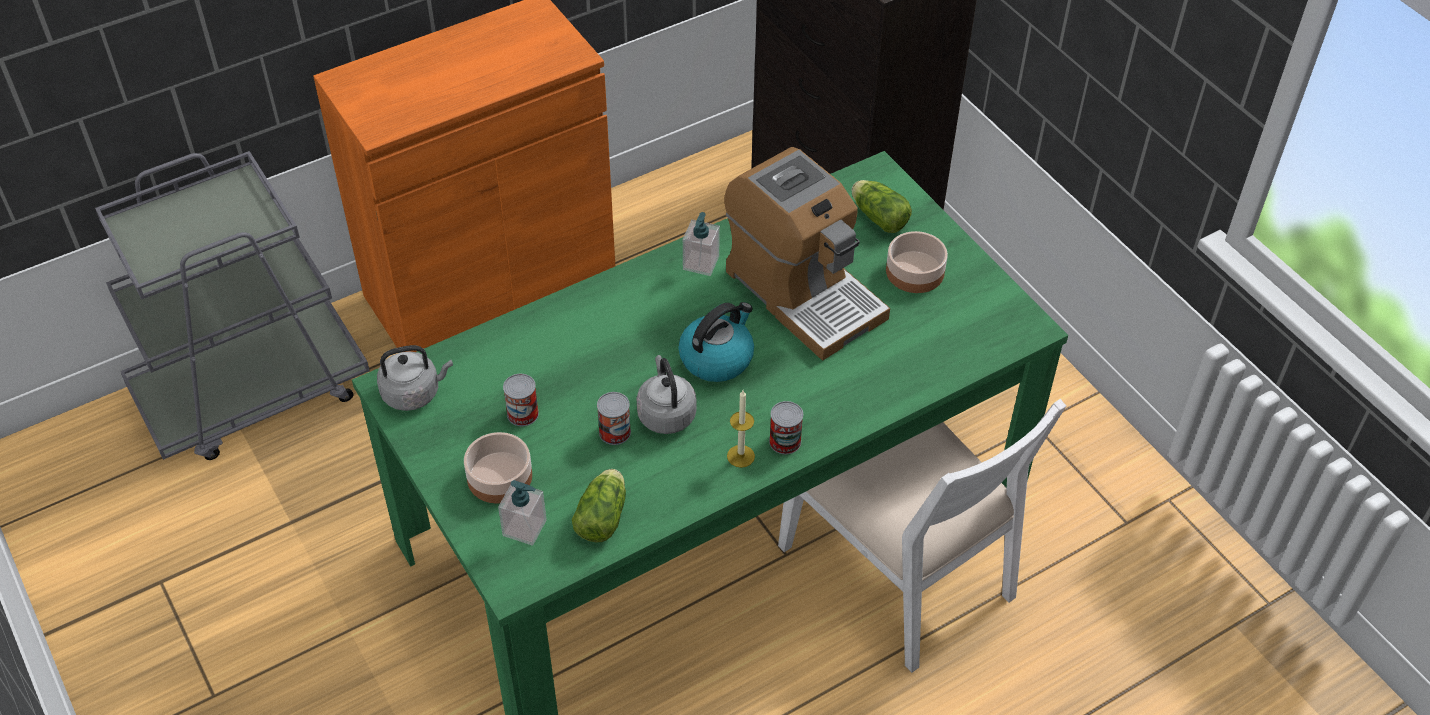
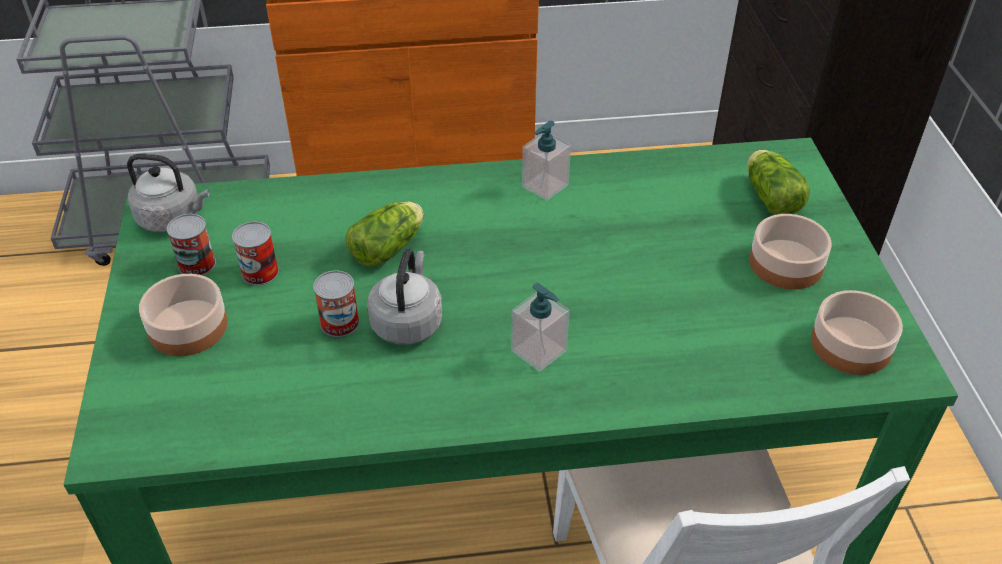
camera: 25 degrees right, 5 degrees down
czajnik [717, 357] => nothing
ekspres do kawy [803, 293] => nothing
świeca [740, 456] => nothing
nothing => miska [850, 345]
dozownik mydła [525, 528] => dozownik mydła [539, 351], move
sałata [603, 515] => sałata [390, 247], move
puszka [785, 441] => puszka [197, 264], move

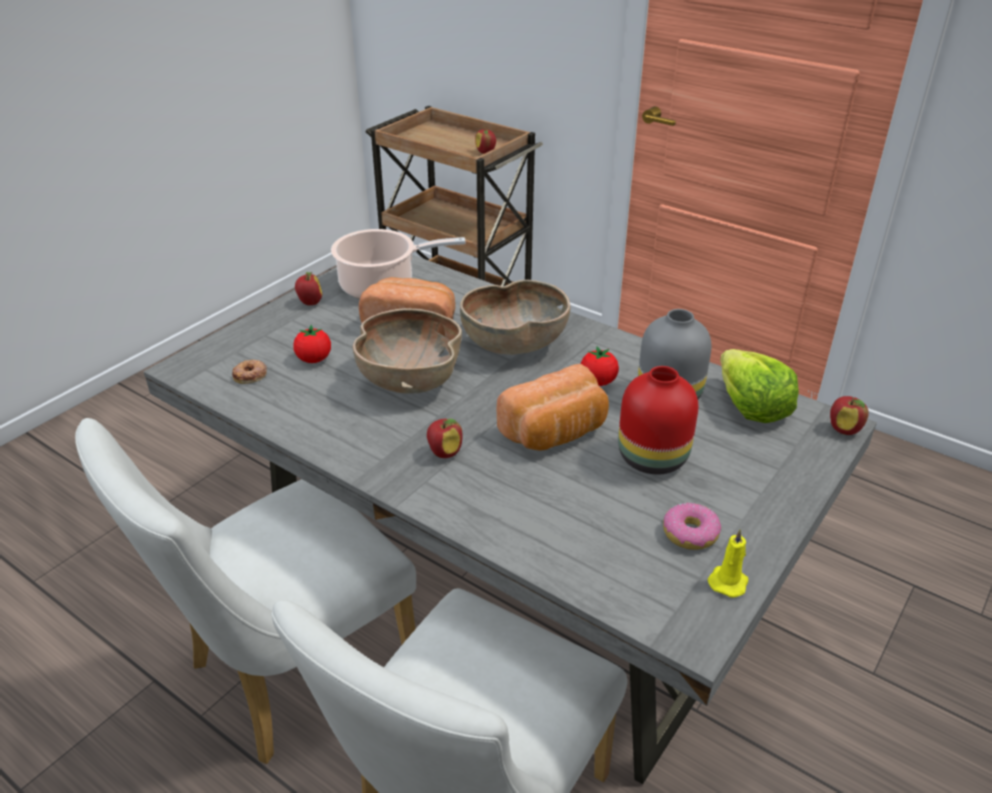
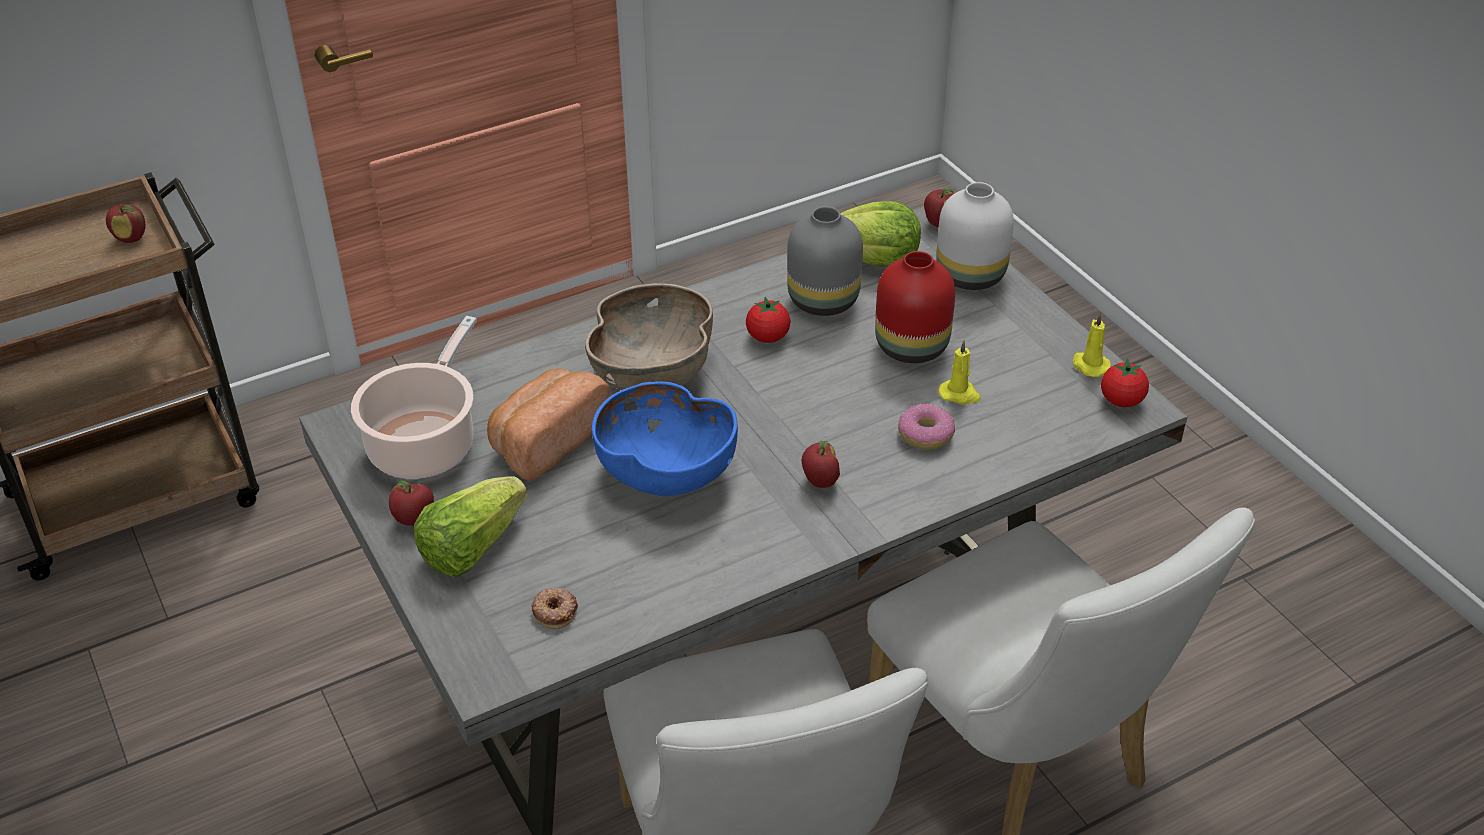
camera: 65 degrees left, 5 degrees up
chleb [556, 433] => nothing
nothing => sałata [472, 547]
nothing => wazon [biały] [969, 275]
nothing => świeca [żółty] [960, 394]
pomidor [314, 359] => pomidor [1121, 401], move
donut [690, 534] => donut [926, 435], move
miska [brązowy] [409, 379] => miska [niebieski] [665, 473]

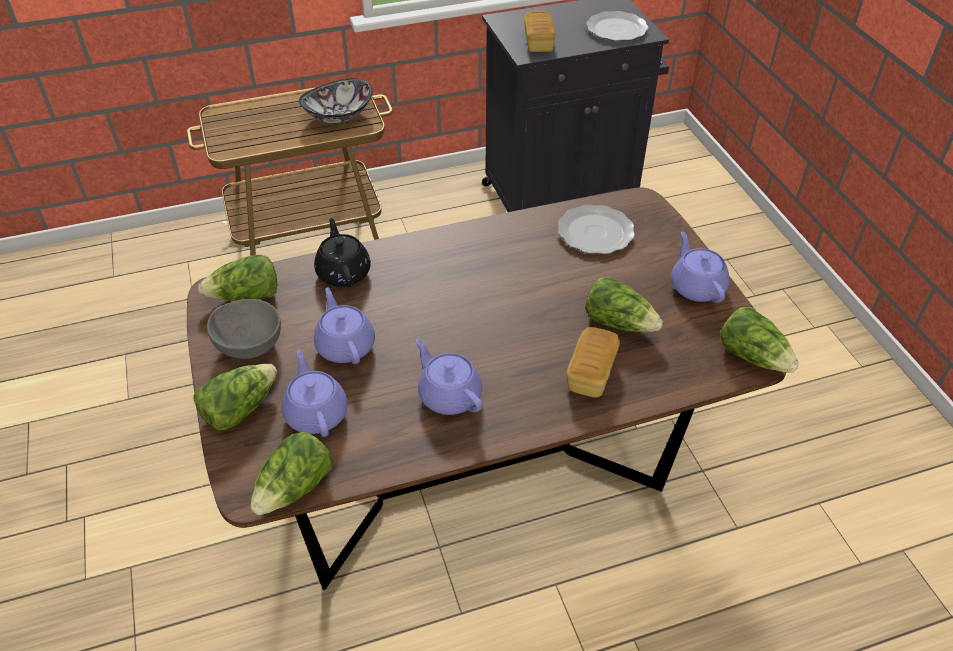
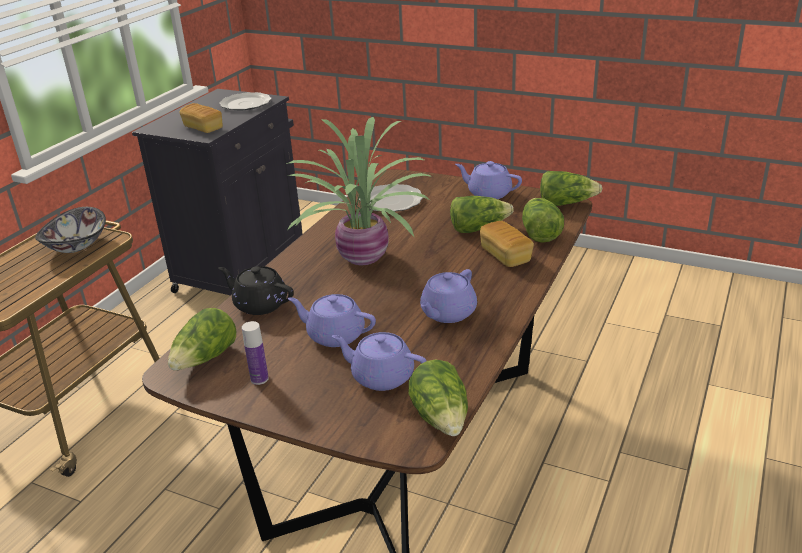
camera: 45 degrees left, 15 degrees down
nothing => roślina doniczkowa [363, 259]
sałata [239, 409] => sałata [539, 233], move
miska [szary] [249, 344] => butelka [259, 379]
imbryk [fioletowy] [449, 395] => imbryk [fioletowy] [447, 313], 60 degrees counterclockwise

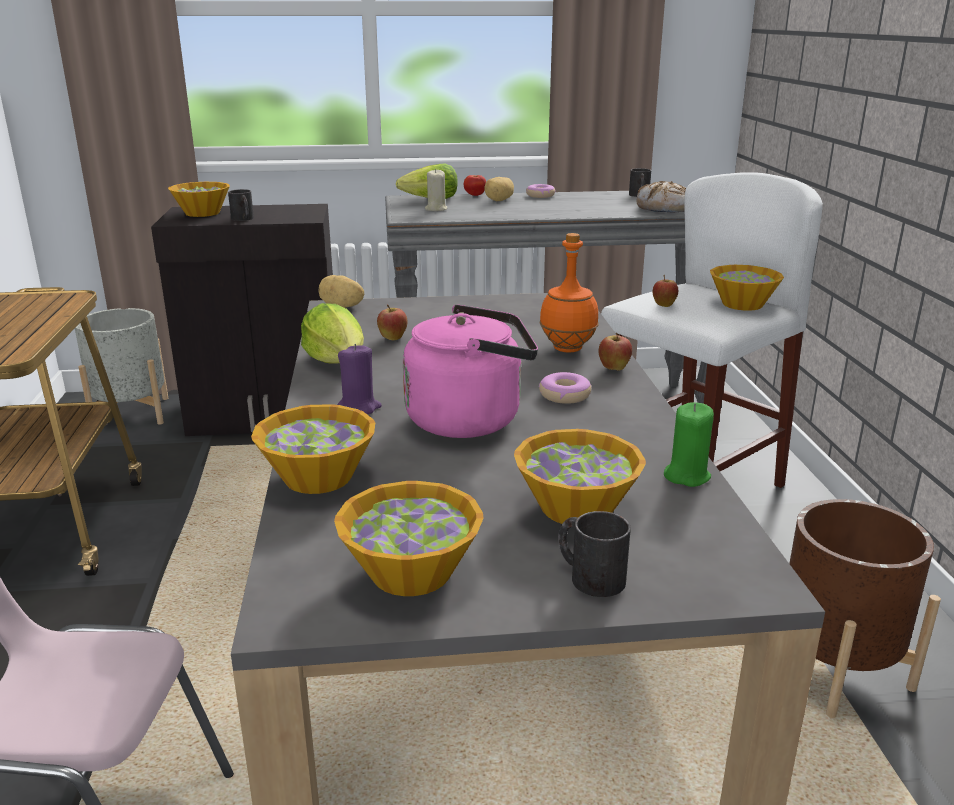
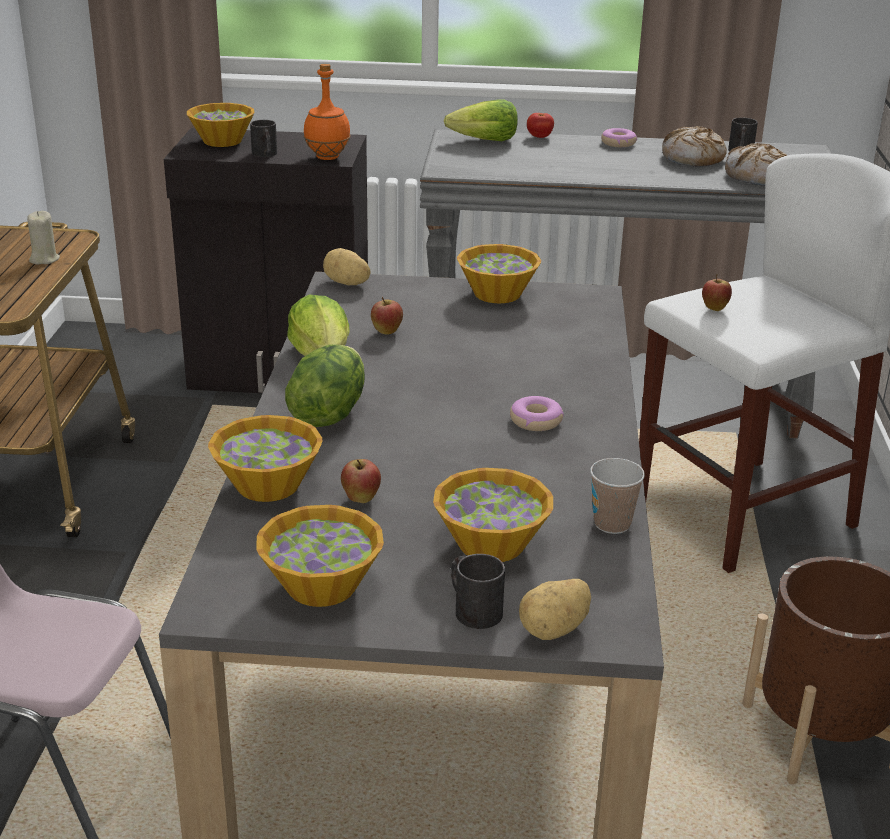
camera: 10 degrees right, 5 degrees up
donica [szary] [131, 413] => nothing
czajnik [różowy] [471, 419] => nothing
nothing => chleb [692, 158]
świeca [beżowy] [436, 209] => świeca [beżowy] [44, 259], move
ziemniak [500, 200] => ziemniak [555, 630], move
butelka [pomarańczowy] [567, 348] => butelka [pomarańczowy] [327, 157], move
jabłko [614, 369] => jabłko [361, 500], move
miska [742, 304] => miska [497, 293], move
świeca [fioletowy] [359, 407] => sałata [327, 413]
świeca [zielony] [686, 475] => filiżanka [612, 524]

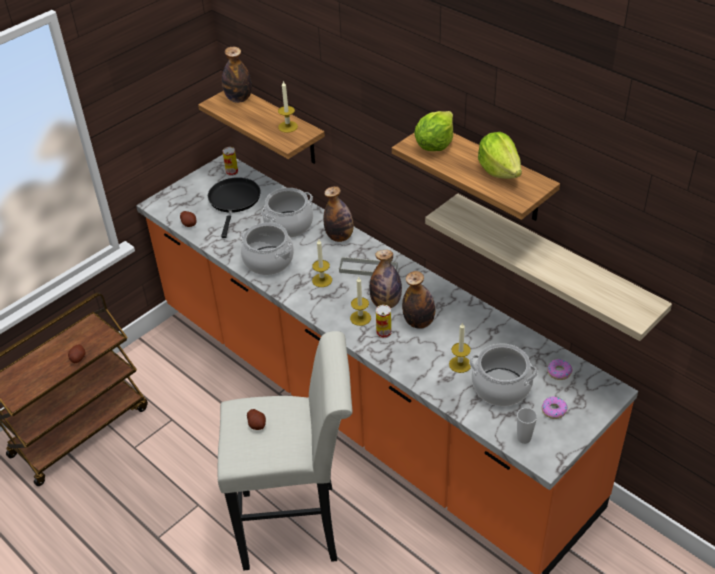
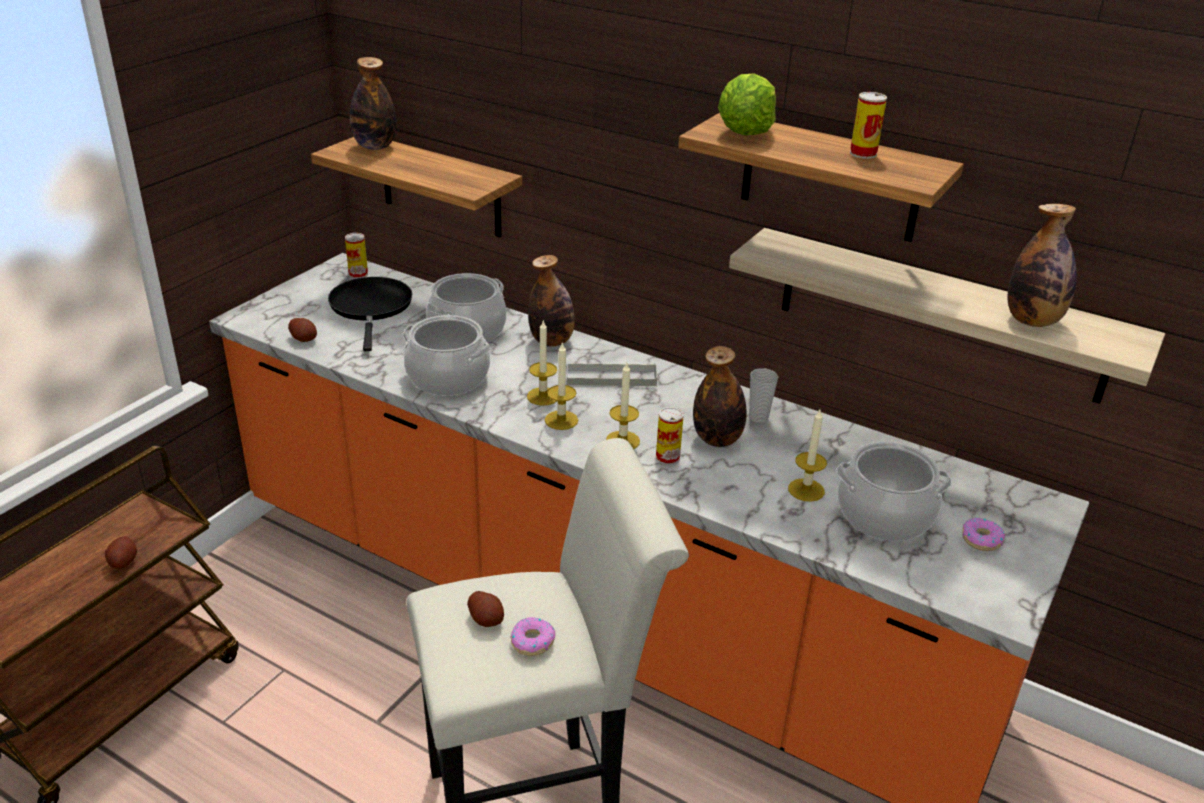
camera: 15 degrees left, 10 degrees down
świeca [288, 127] => świeca [561, 420], move
butelka [386, 303] => butelka [1032, 321], move
filiżanka [524, 438] => filiżanka [758, 417], move
donut [559, 372] => donut [532, 641], move
sałata [499, 170] => puszka [863, 153]

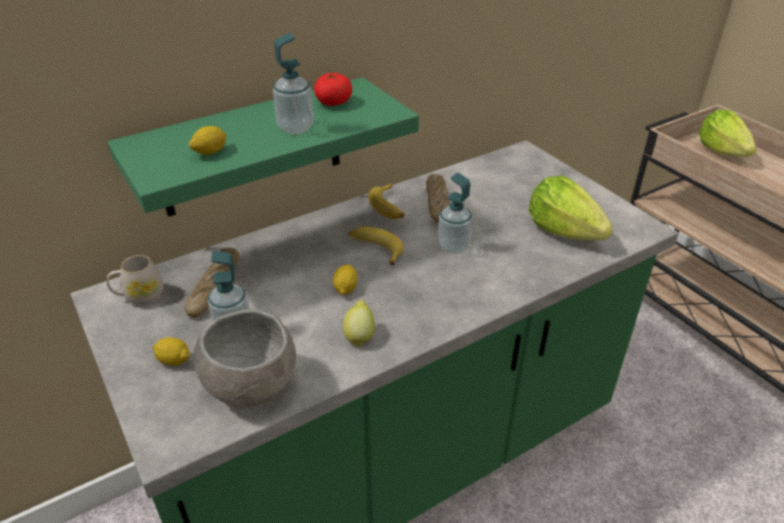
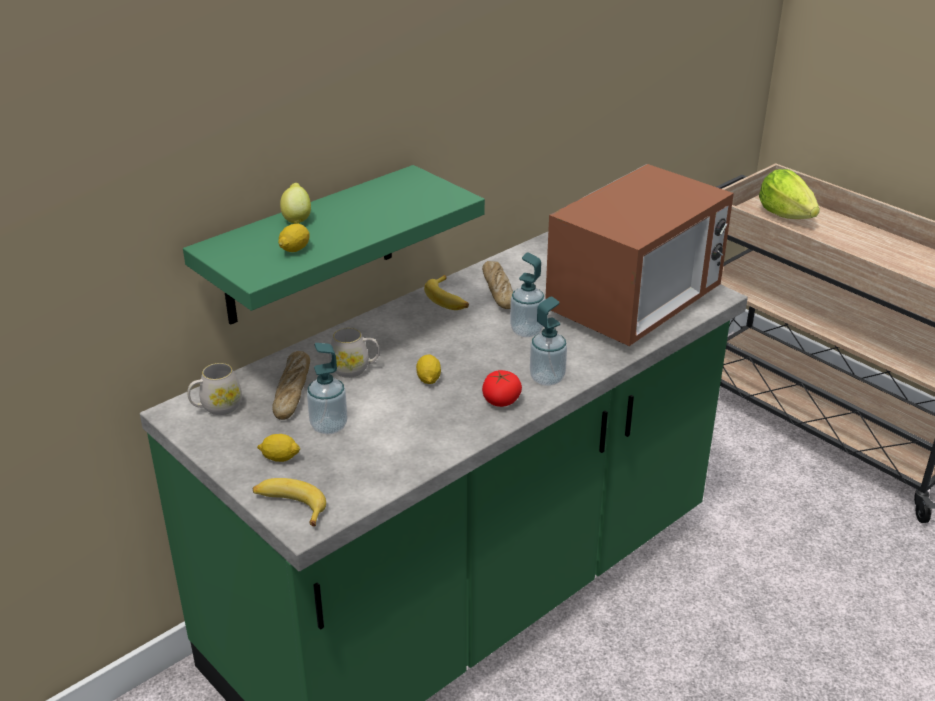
camera: 10 degrees left, 5 degrees down
miska [szary] [250, 386] => nothing
nothing => kubek [biały] [355, 369]
dozownik mydła [295, 128] => dozownik mydła [547, 378], move
pomidor [333, 102] => pomidor [501, 400], move
cytryna [359, 336] => cytryna [297, 219], move
banan [375, 249] => banan [290, 506], move
sałata [563, 231] => mikrofalówka [634, 305]

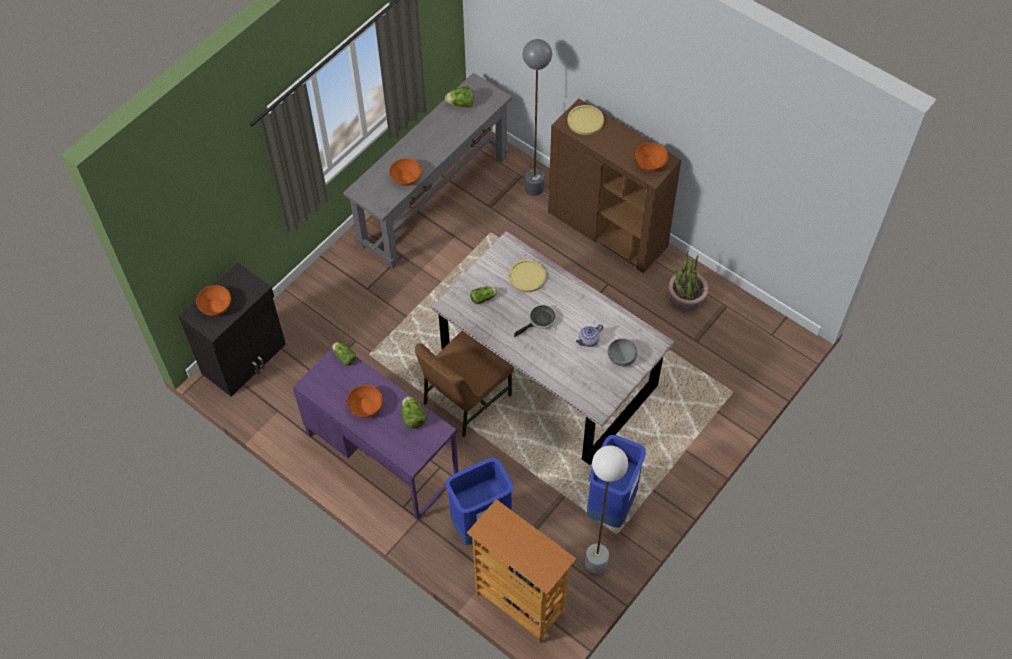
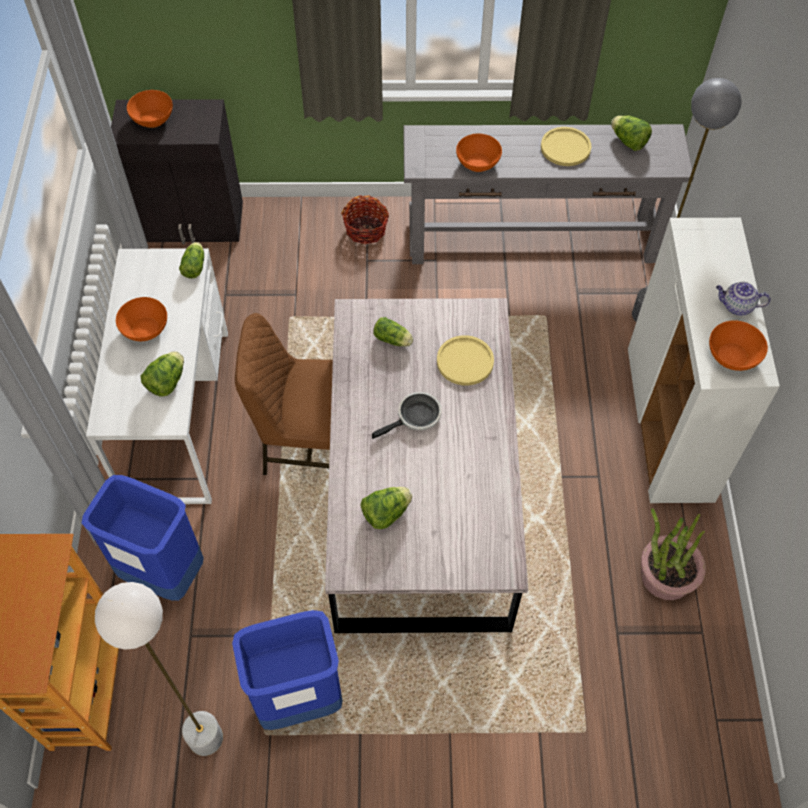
camera: 50 degrees right, 0 degrees up
miska [szary] [622, 357] => nothing
nothing => koszyk [366, 229]
nothing => sałata [386, 513]
talerz [żółty] [585, 121] => talerz [żółty] [565, 147], move
imbryk [588, 341] => imbryk [736, 306], move
biurko [fioletowy] [382, 454] => biurko [biały] [178, 413]
szafka [brązowy] [608, 230] => szafka [biały] [669, 425]
patelnia [540, 321] => patelnia [416, 417], 45 degrees counterclockwise

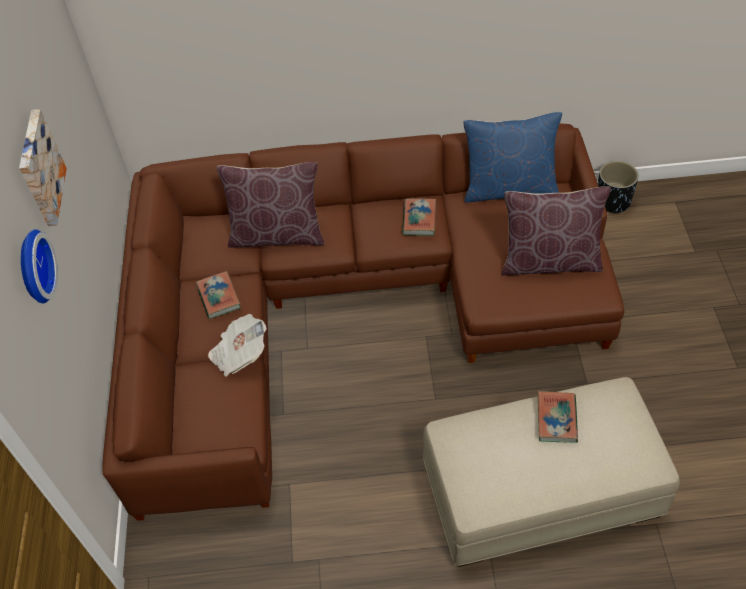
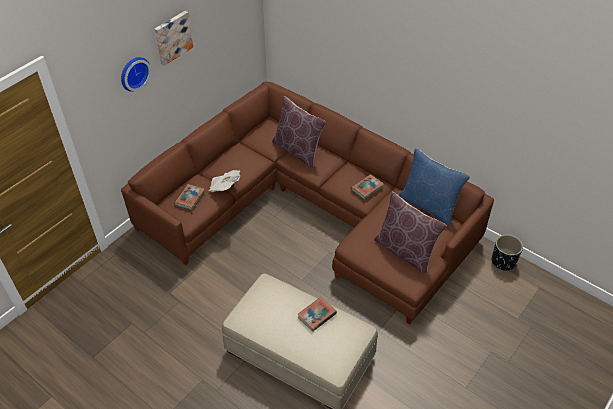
camera: 40 degrees right, 5 degrees down
książka [218, 297] => książka [190, 198], move

